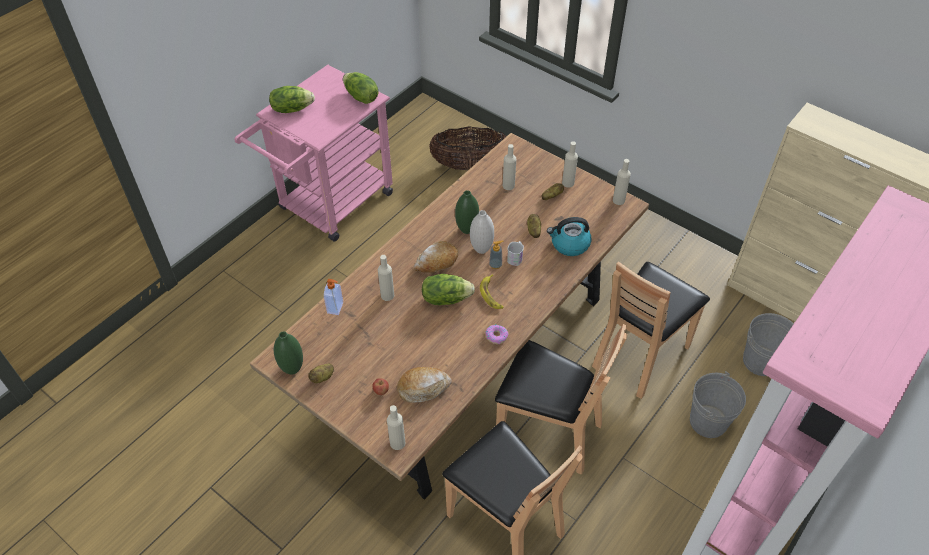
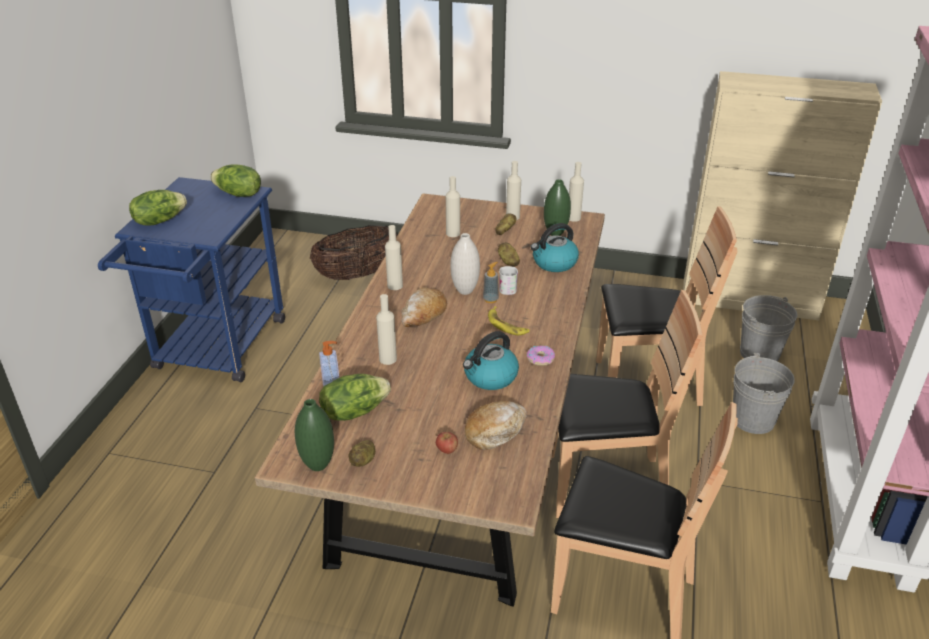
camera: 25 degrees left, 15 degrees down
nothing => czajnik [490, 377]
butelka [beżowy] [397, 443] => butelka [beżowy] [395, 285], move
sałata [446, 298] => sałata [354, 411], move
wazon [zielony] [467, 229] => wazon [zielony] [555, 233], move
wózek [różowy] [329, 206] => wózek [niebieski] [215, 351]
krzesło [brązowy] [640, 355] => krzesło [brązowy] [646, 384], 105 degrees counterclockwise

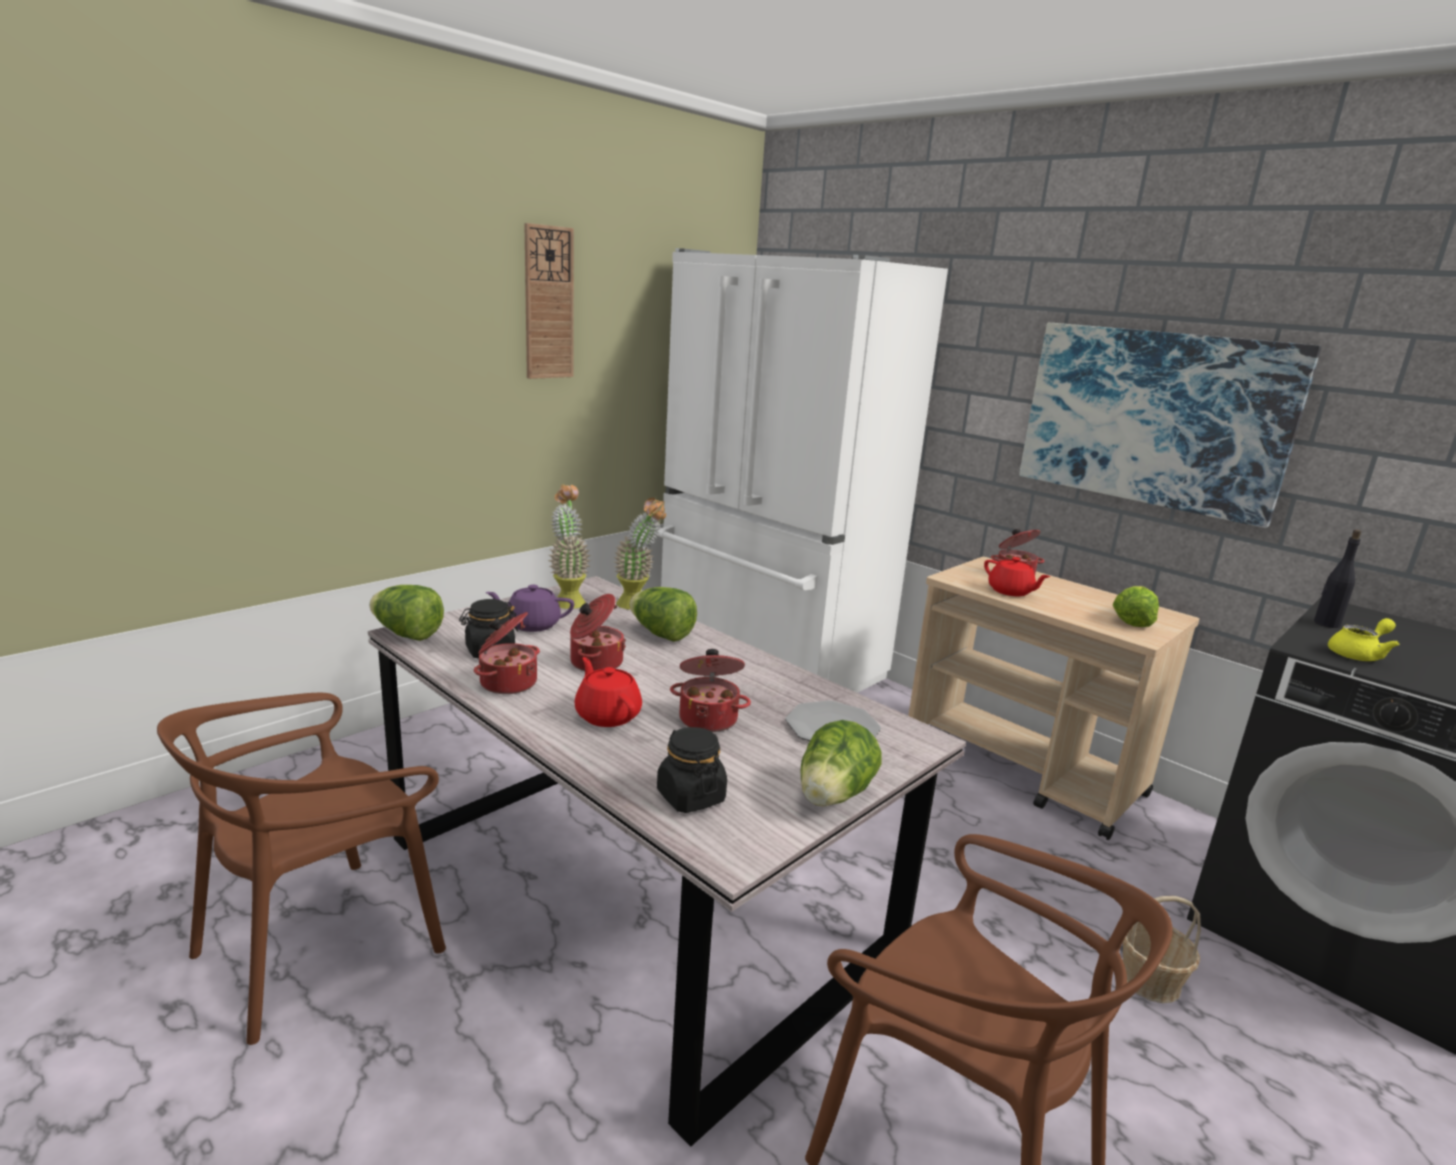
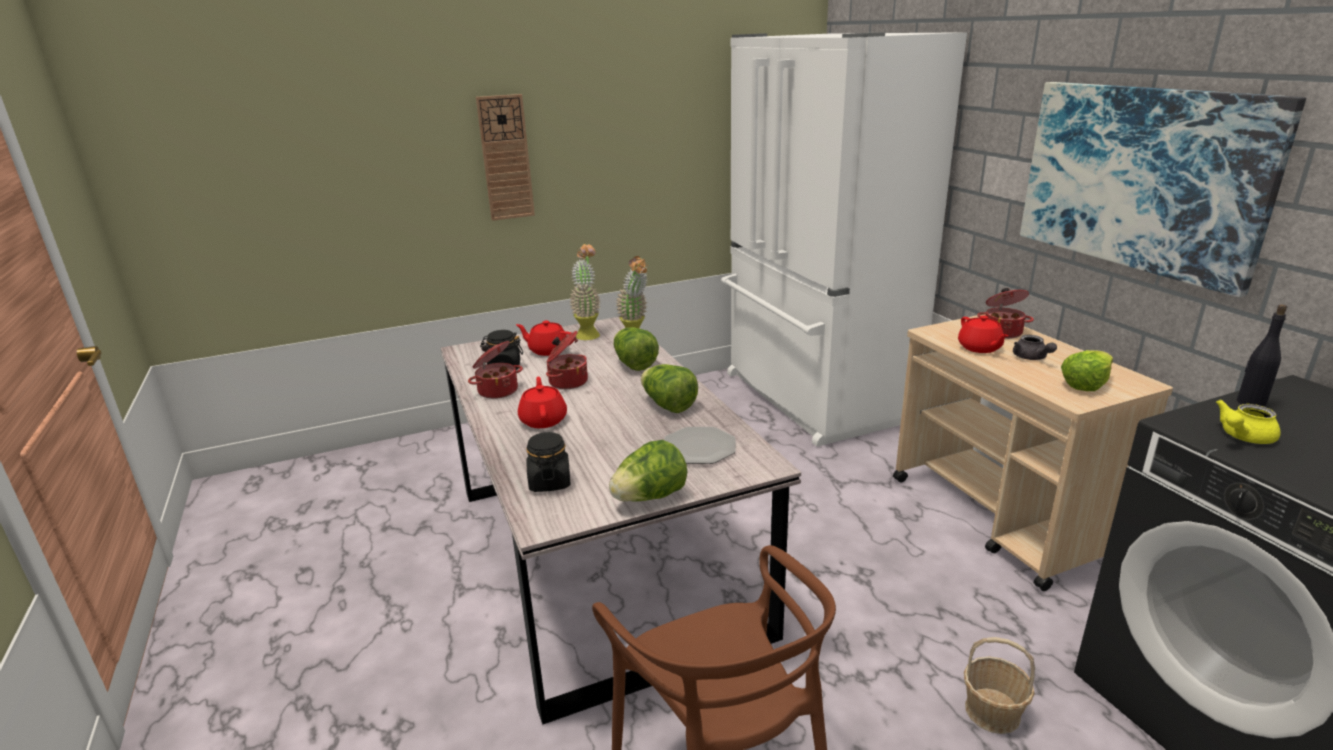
camera: 25 degrees right, 5 degrees up
krzesło [brązowy] [319, 946] => nothing
garnek [709, 718] => nothing
nothing => imbryk [szary] [1031, 358]
sałata [407, 634] => sałata [668, 405], move
zegar ścienny [548, 303] => zegar ścienny [506, 158], move
imbryk [fioletowy] [532, 624] => imbryk [czerwony] [547, 350]
imbryk [żółty] [1359, 655] => imbryk [żółty] [1242, 437], 150 degrees clockwise

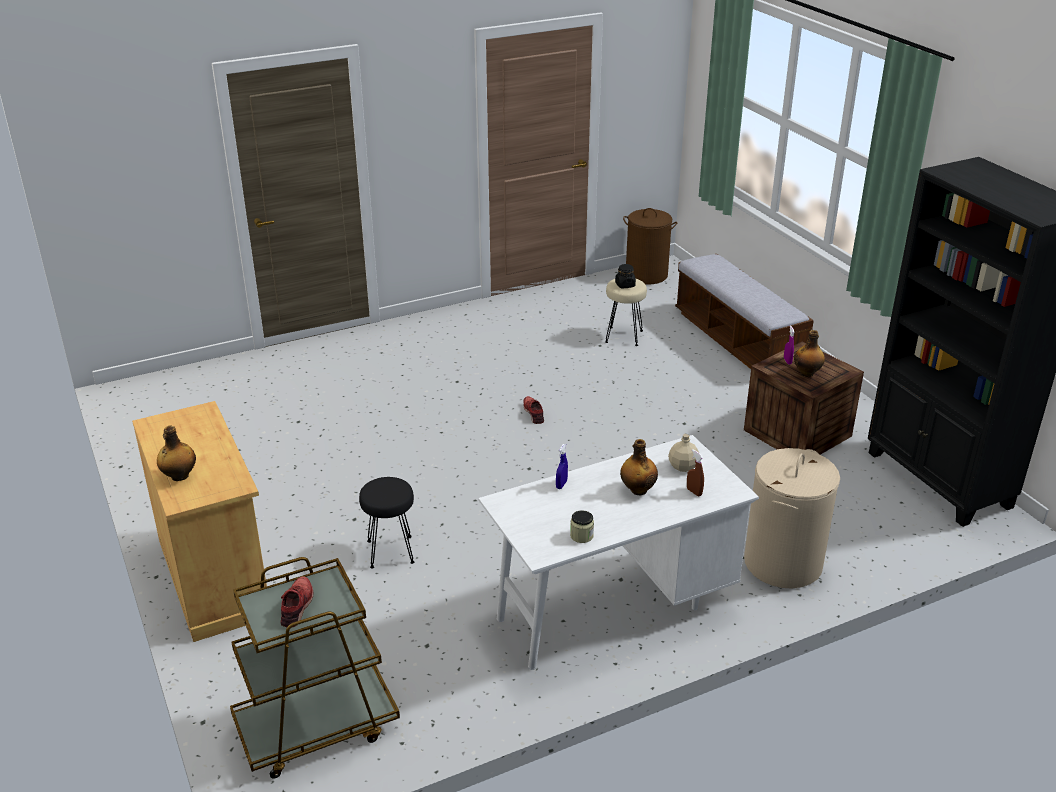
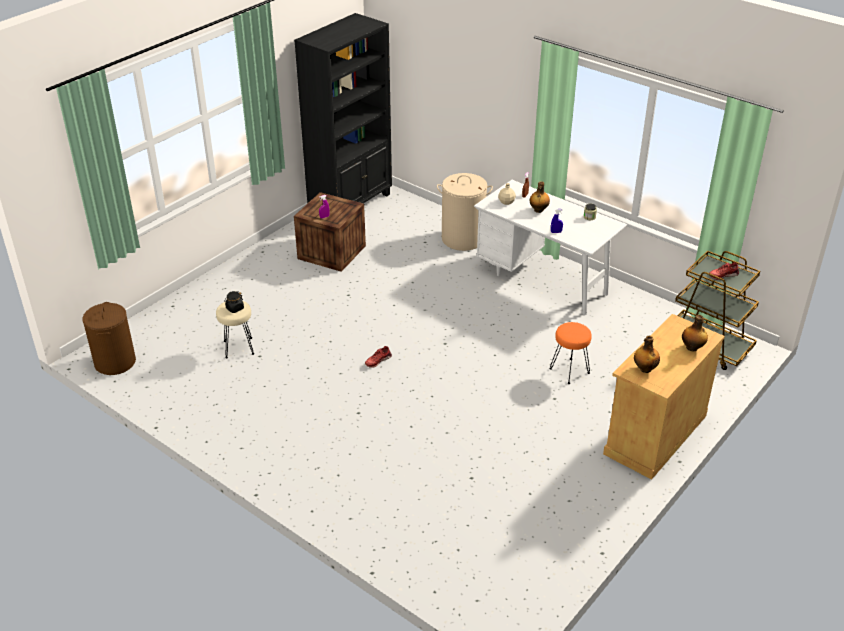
camera: 115 degrees left, 5 degrees up
ławka [737, 341] => nothing
butelka [807, 373] => butelka [645, 369], move
stołek [czarny] [391, 551] => stołek [pomarańczowy] [569, 371]

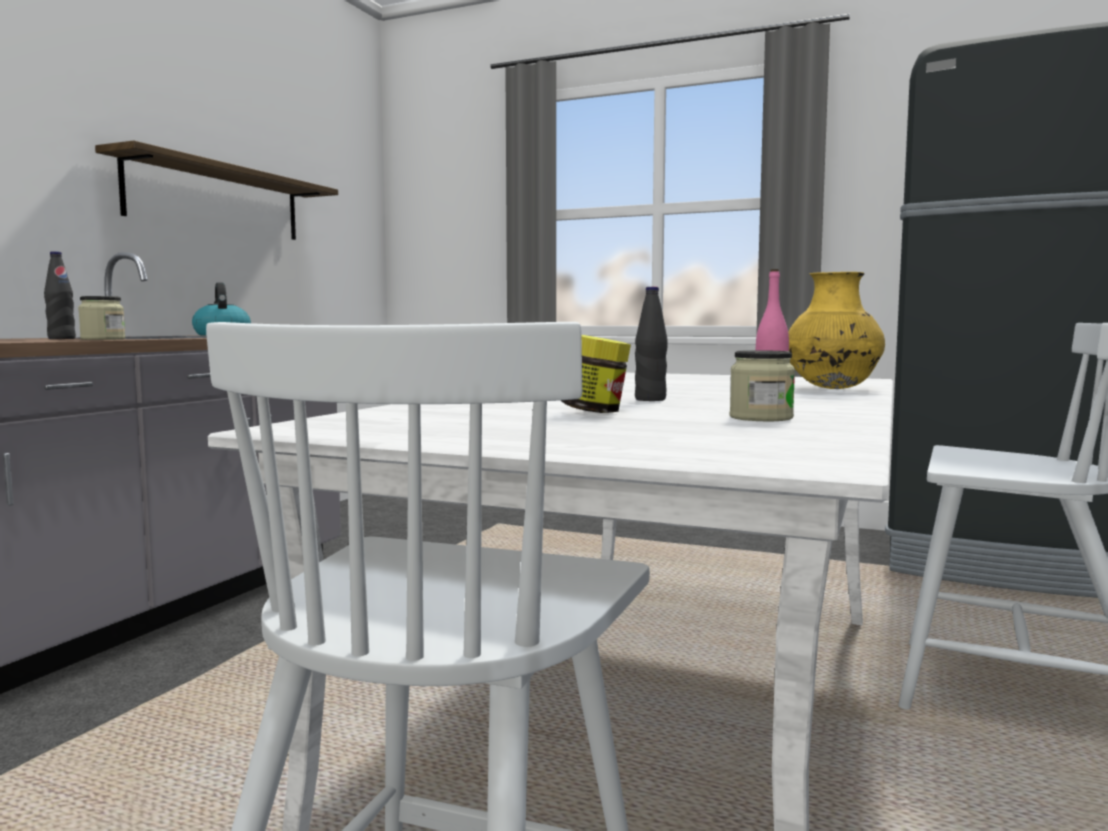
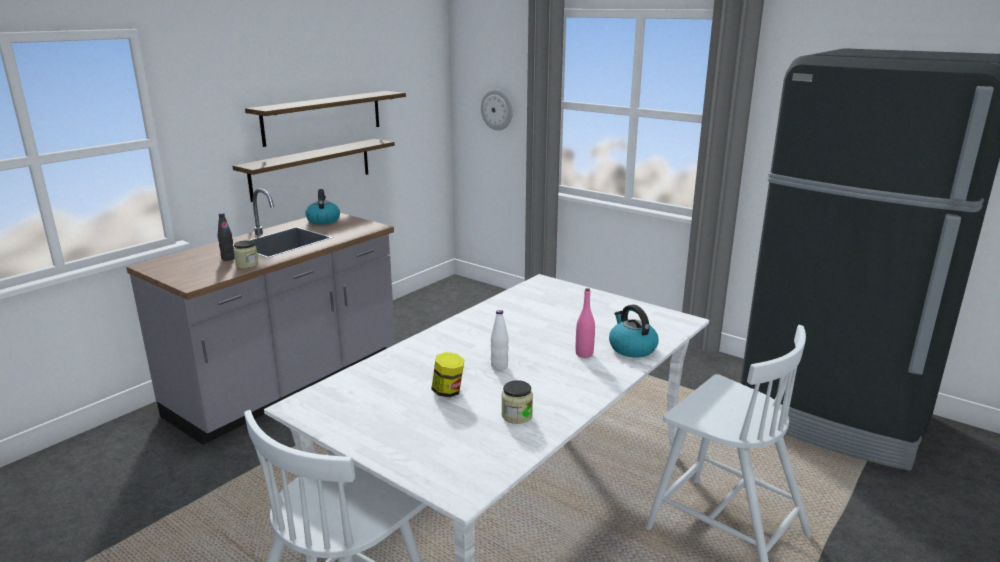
camera: 15 degrees right, 15 degrees up
nothing => półka [311, 169]
nothing => zegar ścienny [497, 110]
wazon [żółty] [832, 388] => czajnik [631, 348]
butelka [czarny] [650, 399] => butelka [biały] [499, 366]

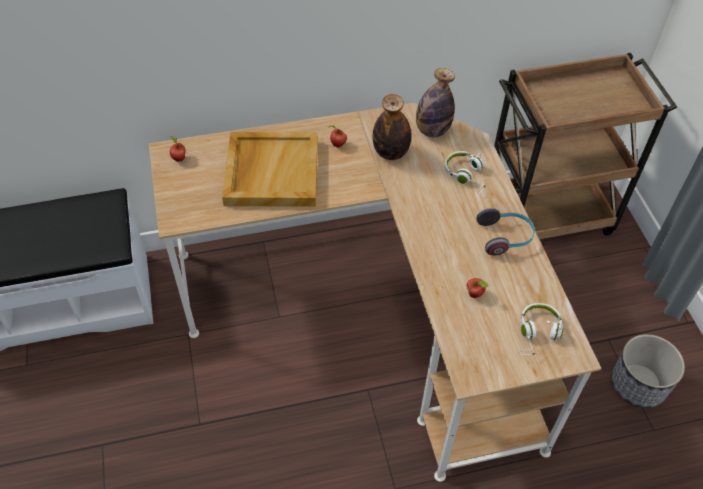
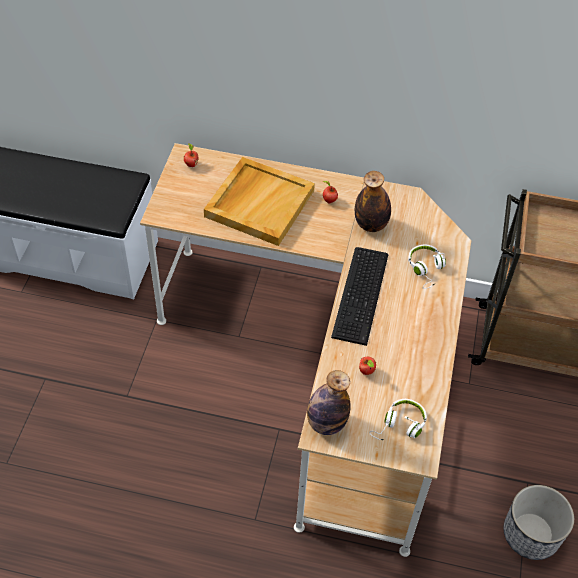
camera: 25 degrees right, 0 degrees up
słuchawki [505, 237] => nothing
nothing => klawiatura [363, 294]
butelka [432, 130] => butelka [326, 423], move

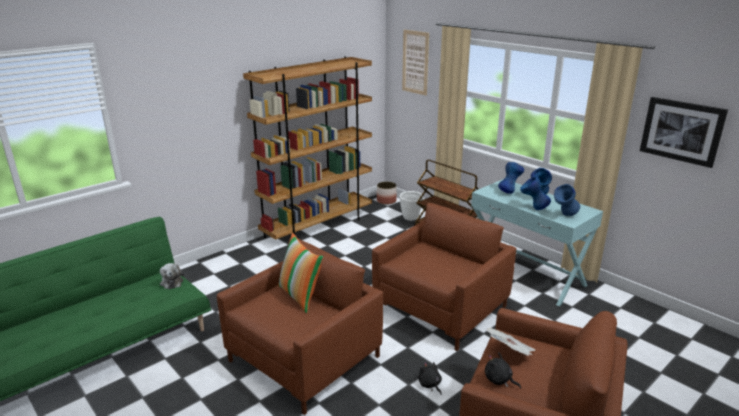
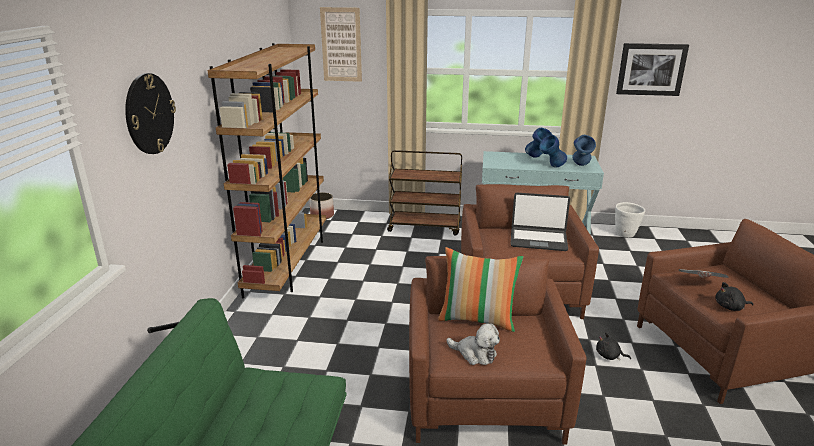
camera: 40 degrees left, 0 degrees up
wazon [niebieski] [509, 192] => nothing
nothing => zegar ścienny [149, 114]
nothing => laptop [538, 240]
pluszak [172, 282] => pluszak [475, 354], move
donica [biały] [410, 218] => donica [biały] [625, 235], move

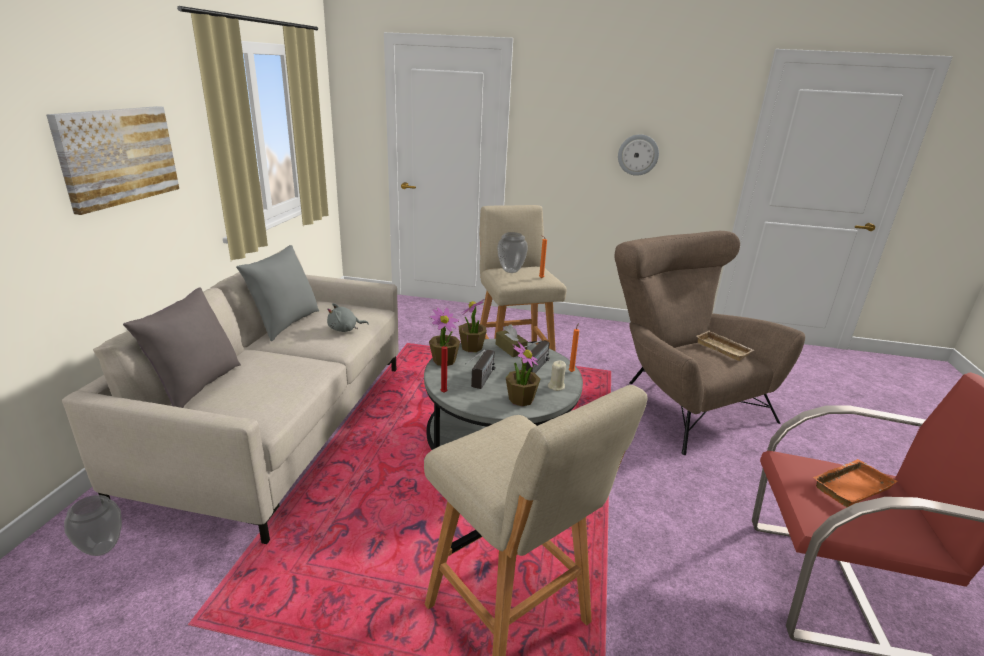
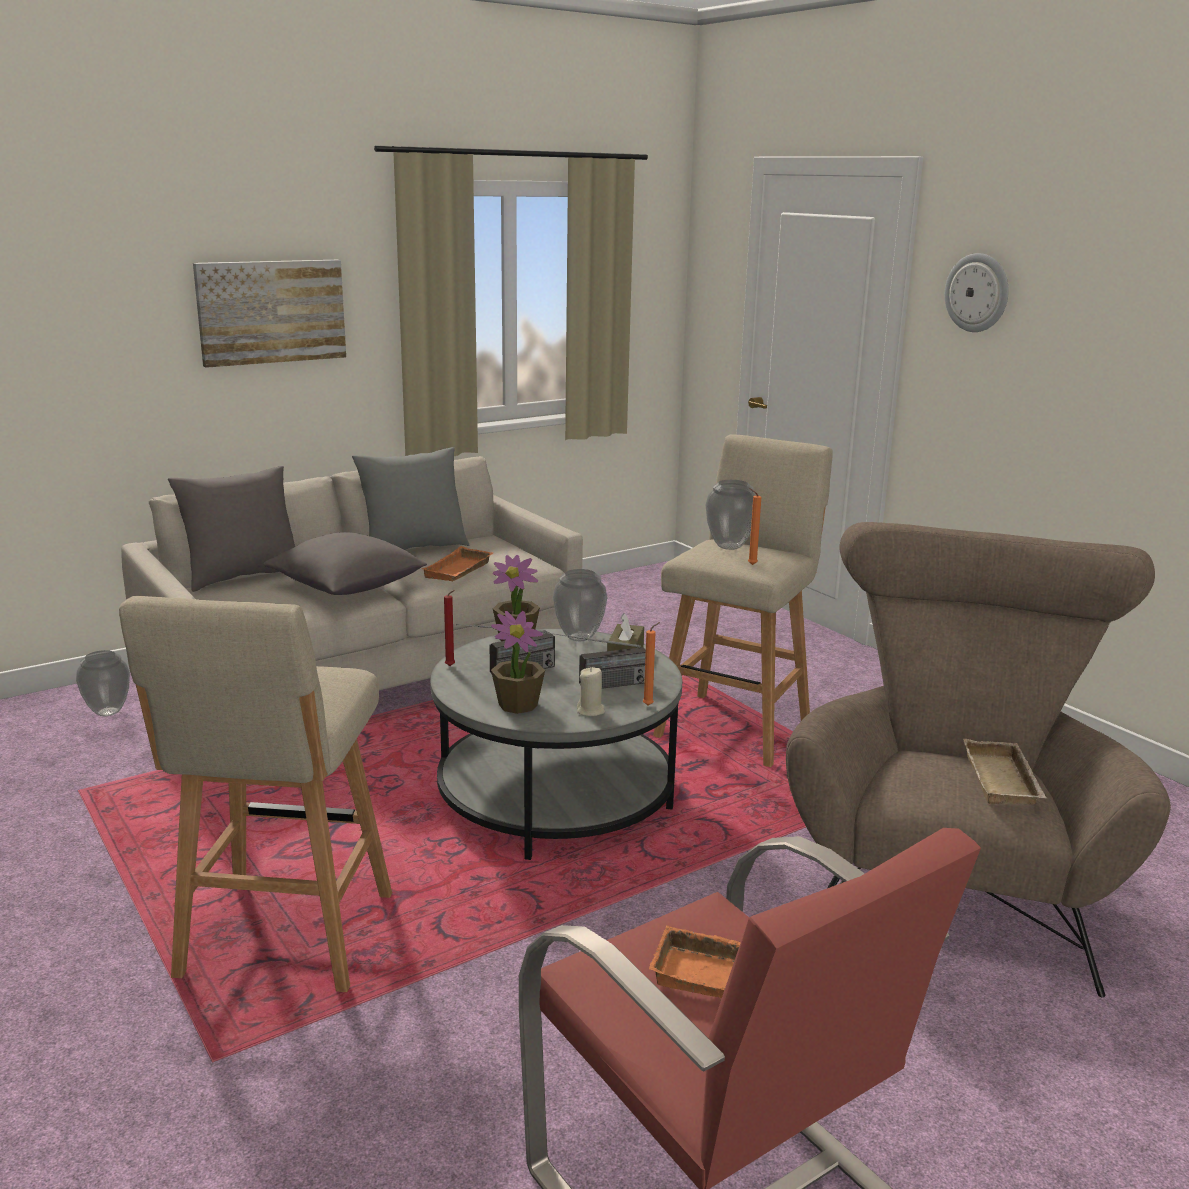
camera: 45 degrees right, 5 degrees down
nothing => poduszka [szary] [347, 588]
zegar ścienny [638, 155] => zegar ścienny [977, 292], move
pluszak [szary] [345, 329] => taca [pomarańczowy] [459, 571]
roślina doniczkowa [471, 347] => wazon [579, 638]

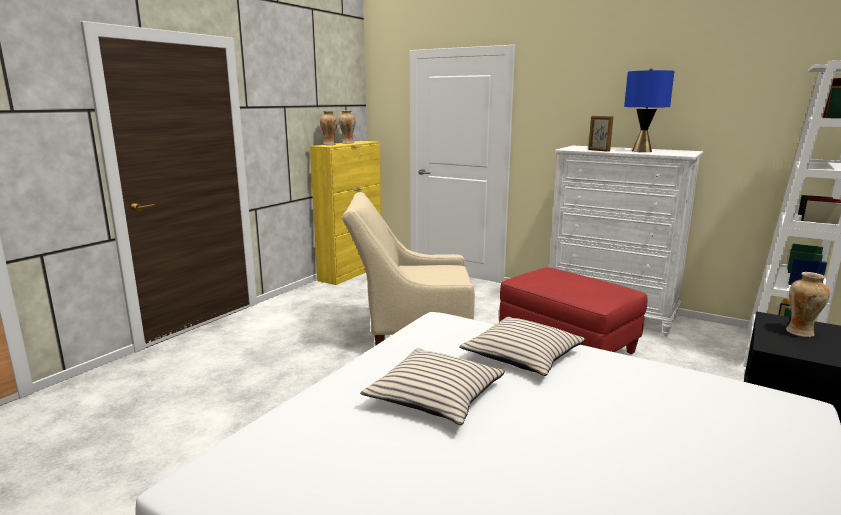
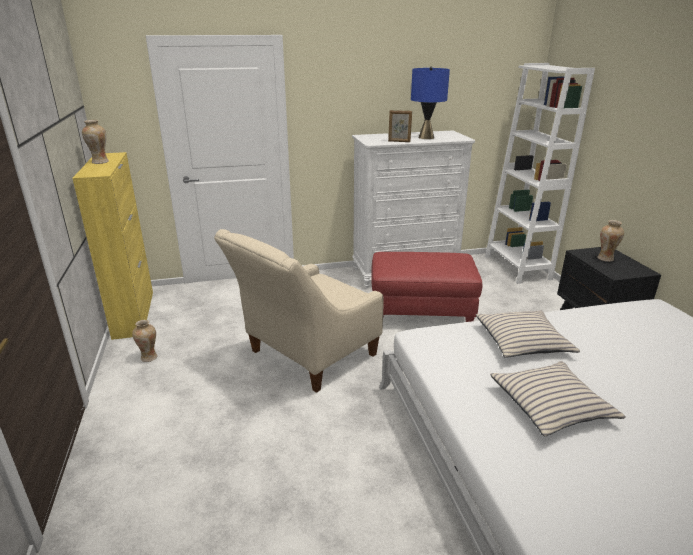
camera: 45 degrees left, 10 degrees up
wazon [329, 144] => wazon [149, 357], move

